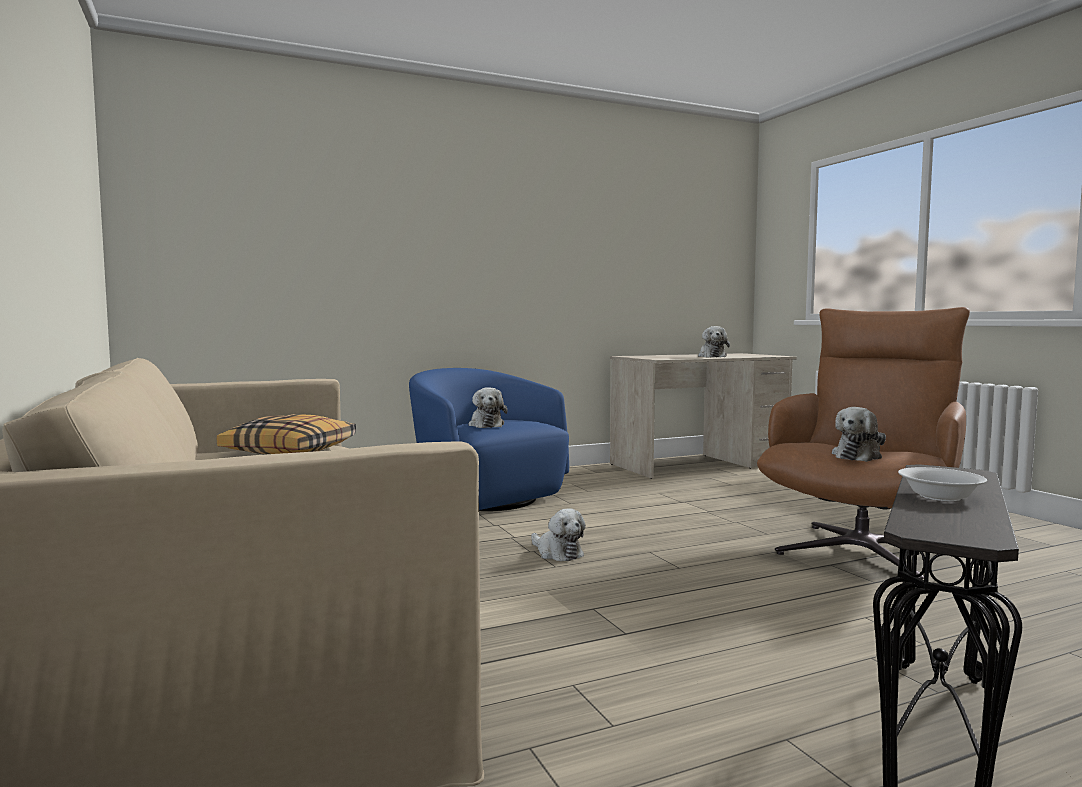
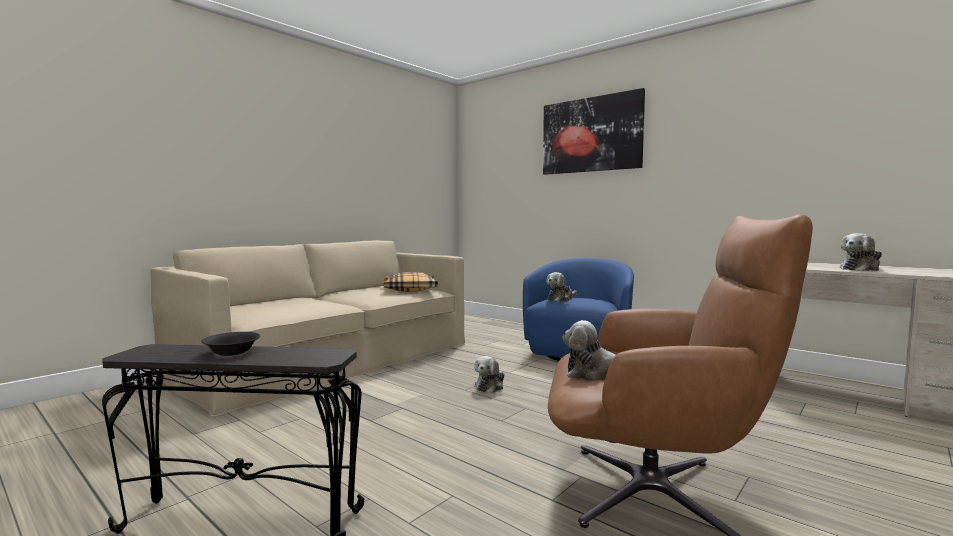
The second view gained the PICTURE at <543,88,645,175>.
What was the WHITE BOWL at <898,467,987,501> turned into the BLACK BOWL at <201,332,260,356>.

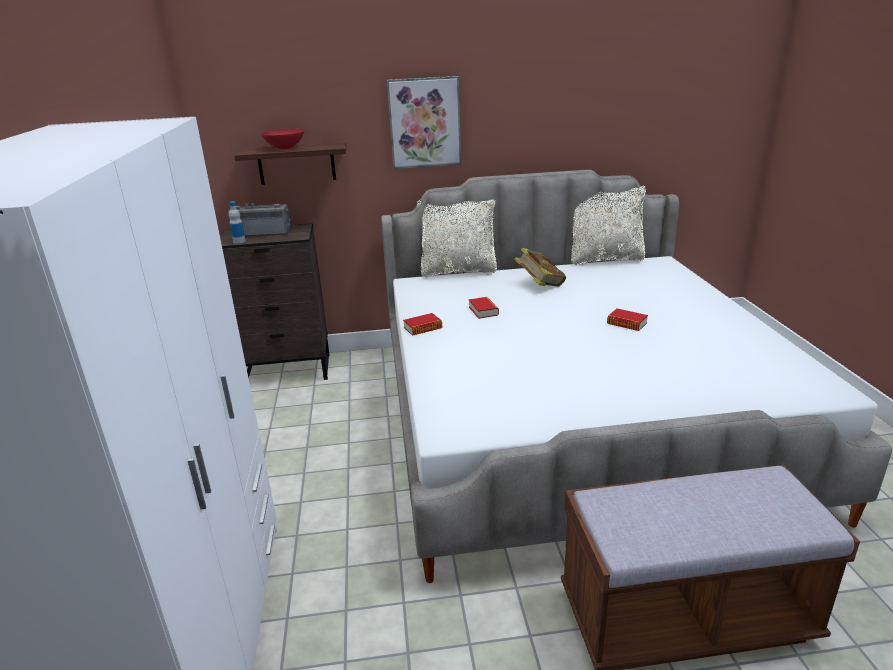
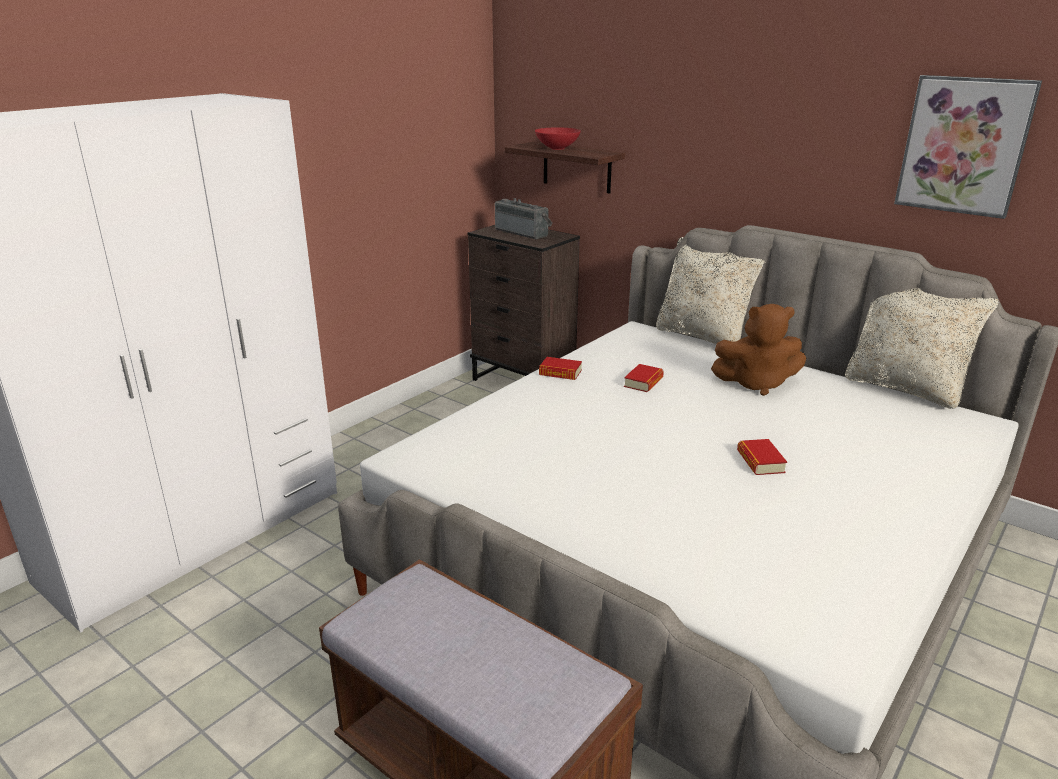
The second view lost the BOTTLE at <229,201,246,243>.
The PICTURE ended up elsewhere, having gone from <387,76,461,169> to <894,75,1042,219>.
Where the BOOK stood at <514,248,566,287>, the BROWN PLUSH TOY came to stand at <711,304,806,396>.

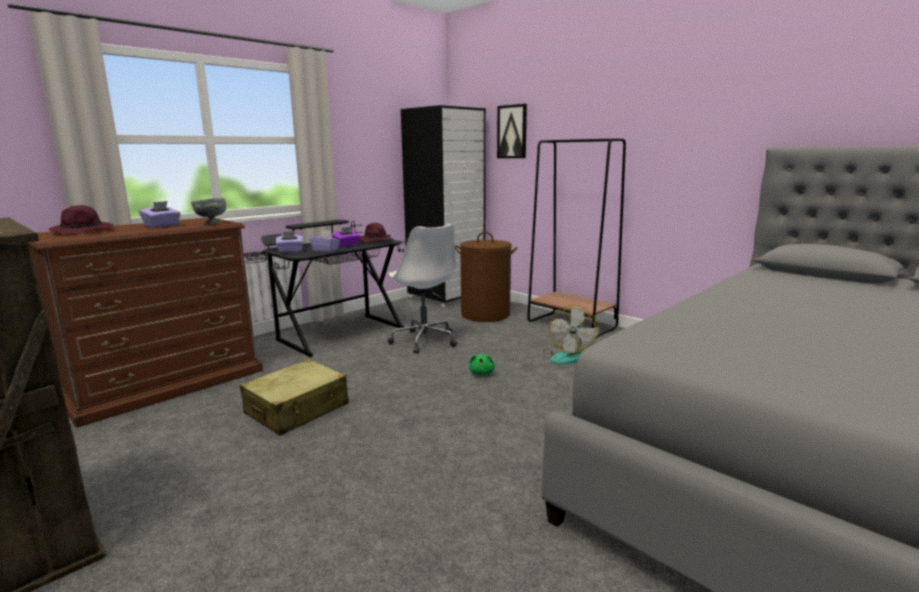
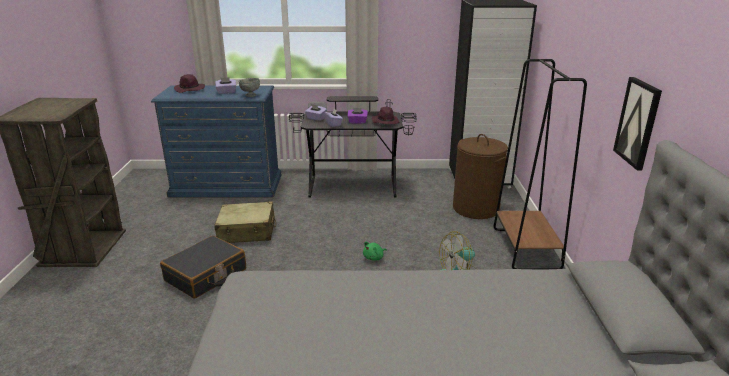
The second view lost the WHITE OFFICE CHAIR at <388,224,457,354>.
The second view gained the BLACK SUITCASE at <160,236,246,299>.
The PICTURE ended up elsewhere, having gone from <497,104,527,158> to <613,77,662,170>.
What was the BROWN DRESSER at <27,217,263,427> turned into the BLUE DRESSER at <151,85,281,198>.

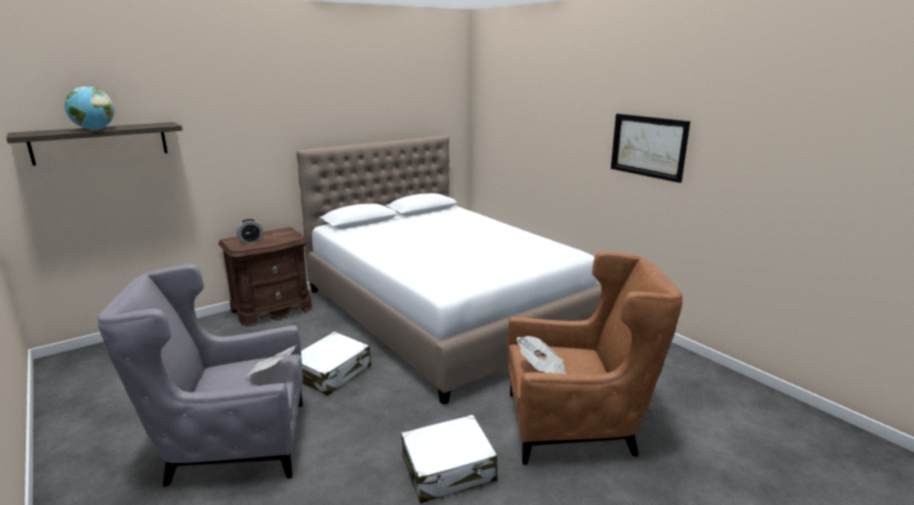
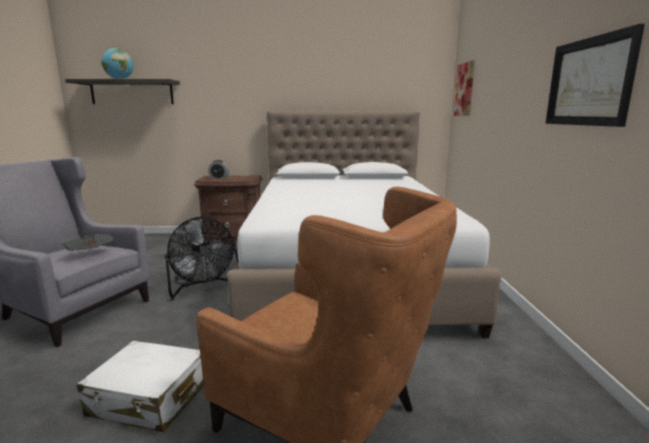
The second view lost the NEWSPAPER at <517,336,566,374>.
The second view gained the PICTURE at <453,61,475,116>.
Where the WHITE SUITCASE stood at <301,332,371,396>, the BLACK FAN came to stand at <165,217,239,300>.

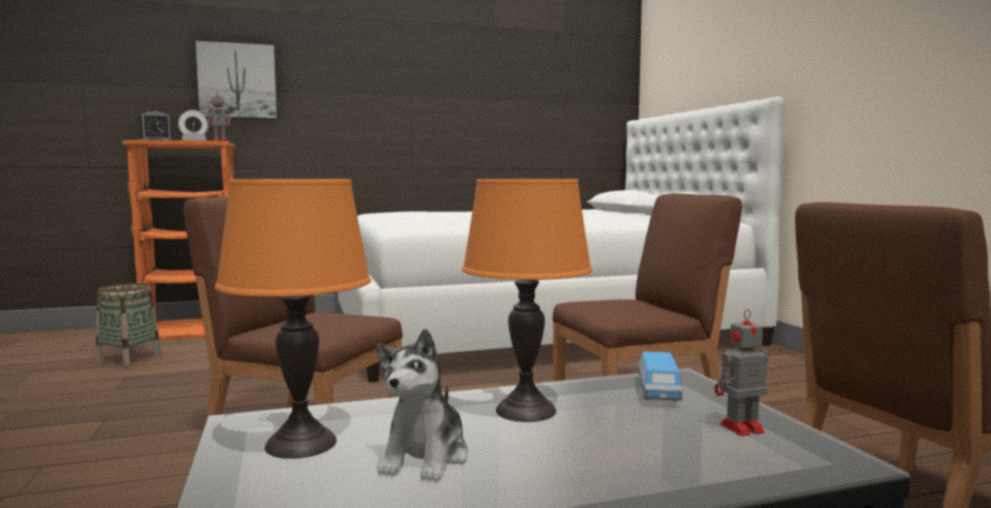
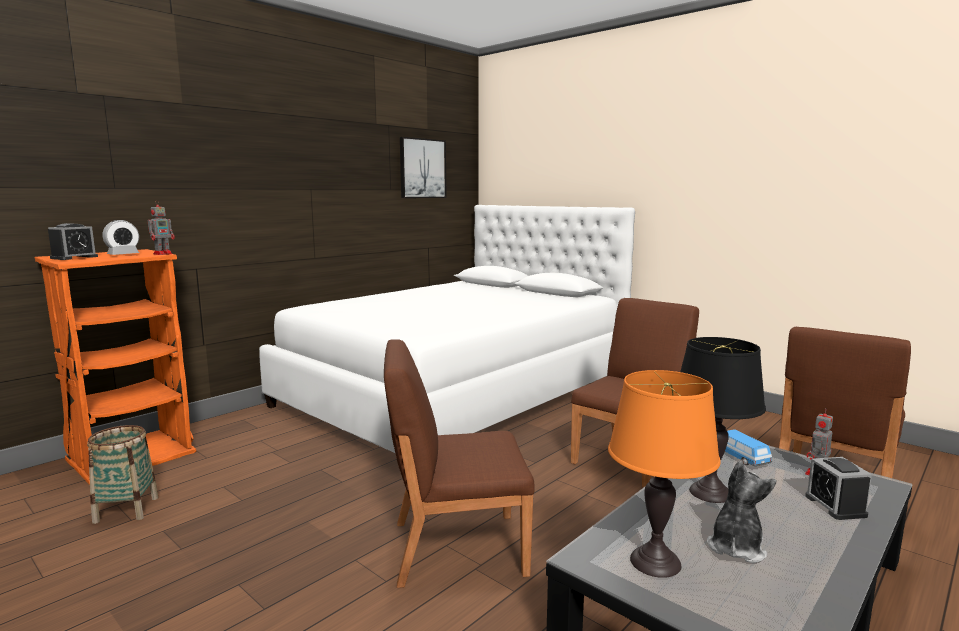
The second view gained the ALARM CLOCK at <805,457,872,520>.
The PICTURE ended up elsewhere, having gone from <193,38,279,120> to <400,137,447,198>.
What was the ORANGE TABLE LAMP at <462,179,592,422> turned into the BLACK TABLE LAMP at <680,337,766,503>.
The PLUSH TOY at <377,329,468,482> ended up facing another way, 135 degrees counterclockwise from before.

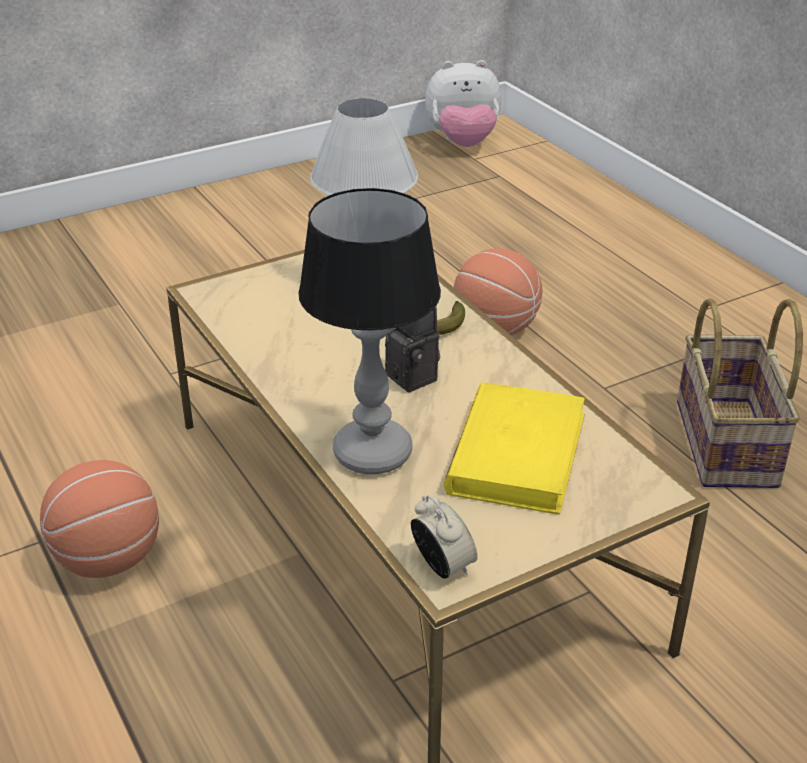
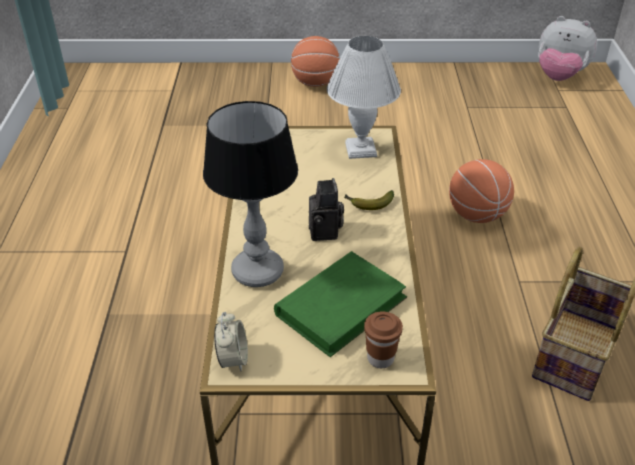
The second view gained the BROWN CUP at <364,311,403,368>.
The BASKETBALL ended up elsewhere, having gone from <40,460,159,578> to <291,36,340,87>.
What was the YELLOW BOOK at <444,382,585,515> turned into the GREEN BOOK at <274,251,407,357>.

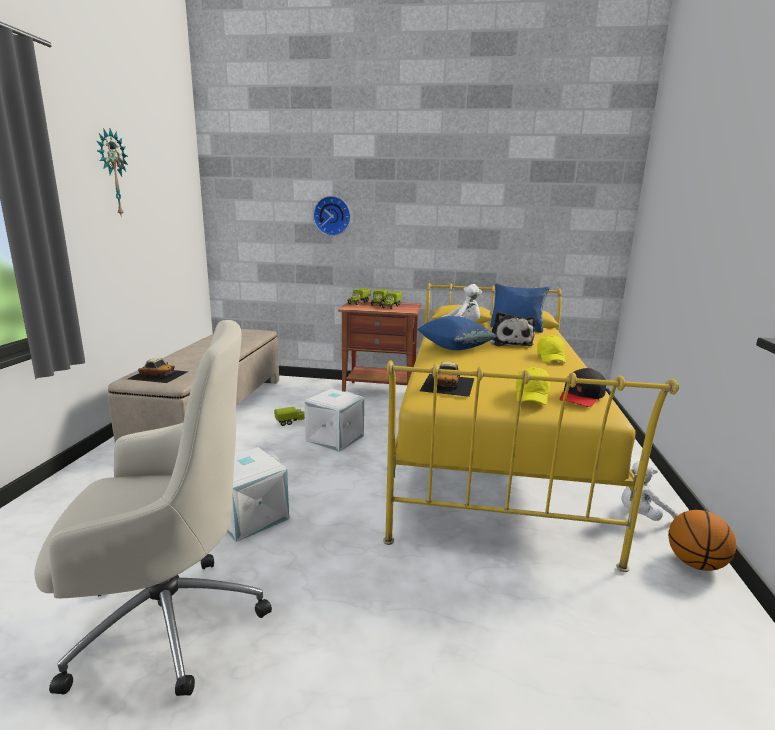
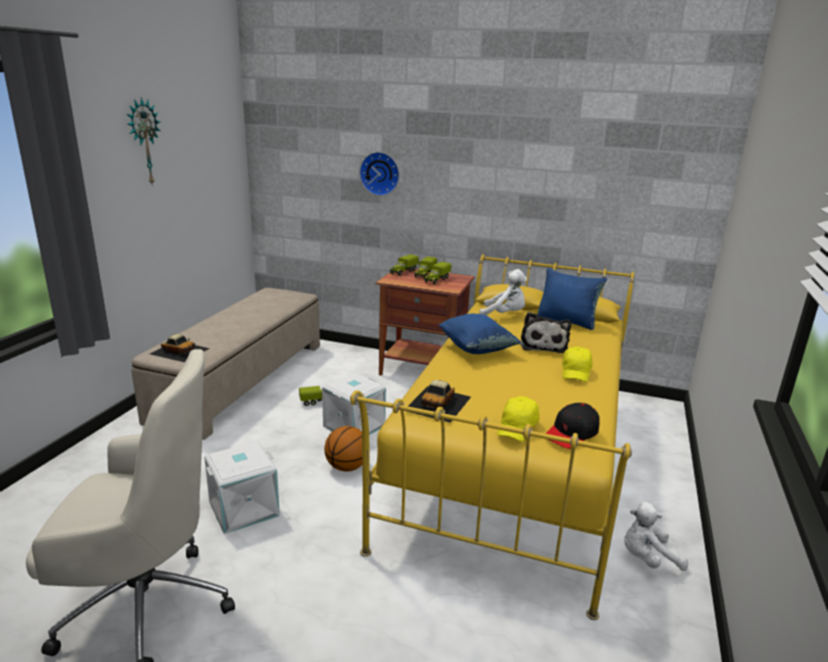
The BASKETBALL ended up elsewhere, having gone from <668,510,736,571> to <324,426,362,471>.

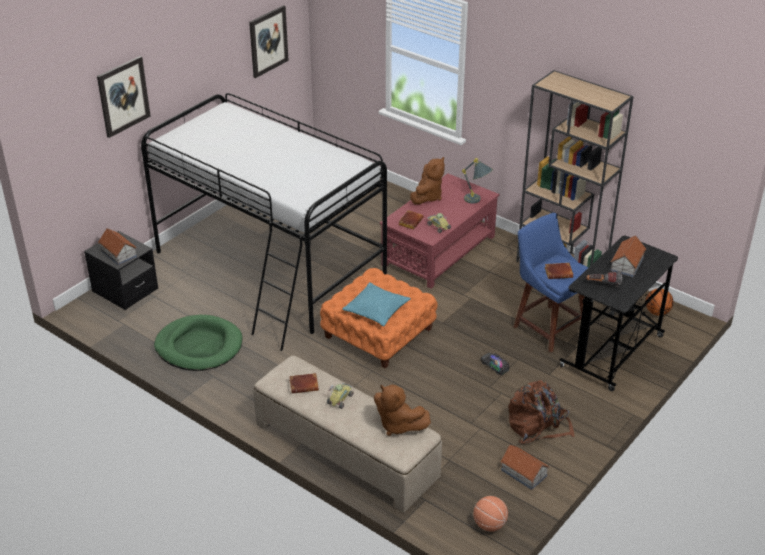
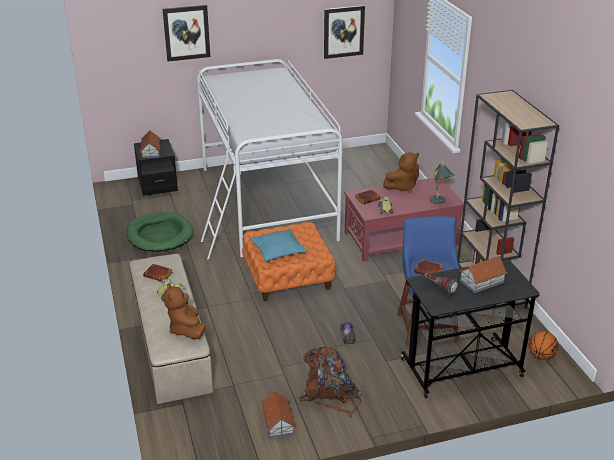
The second view lost the BASKETBALL at <473,496,508,532>.
What was the BLACK BED at <141,93,387,351> turned into the WHITE BED at <197,59,343,260>.

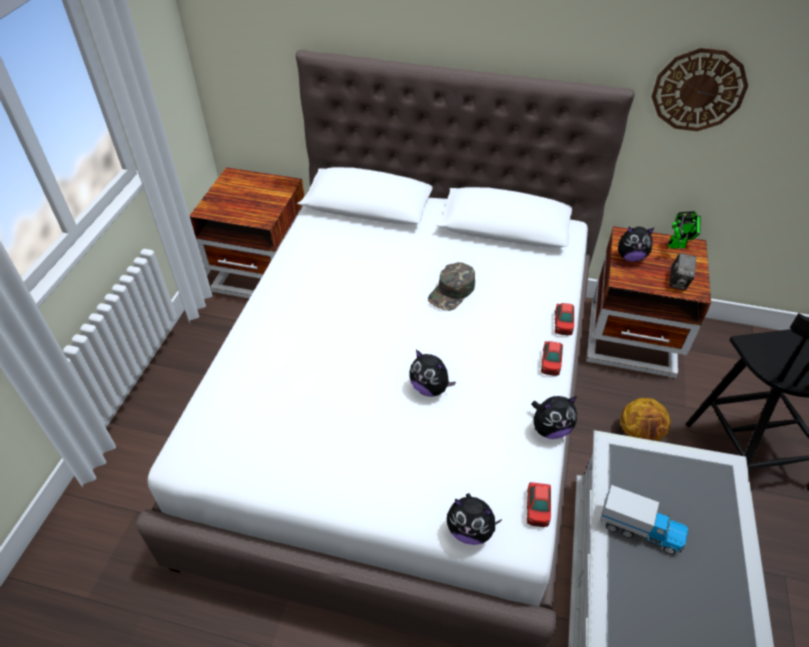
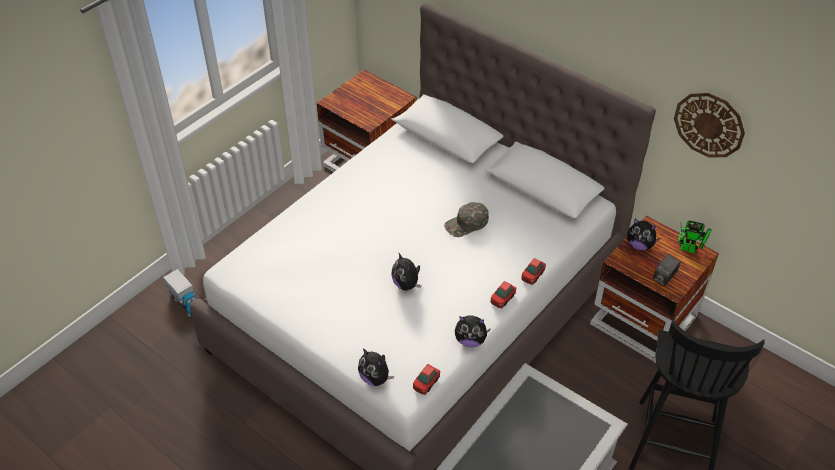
The second view lost the BASKETBALL at <620,398,671,441>.
The TOY TRUCK ended up elsewhere, having gone from <600,485,688,554> to <163,269,198,318>.

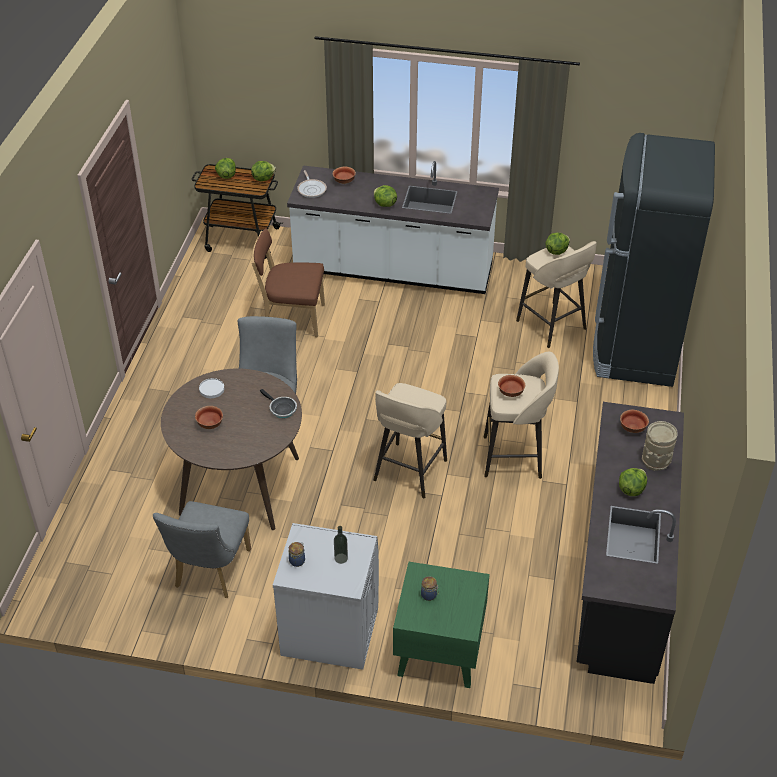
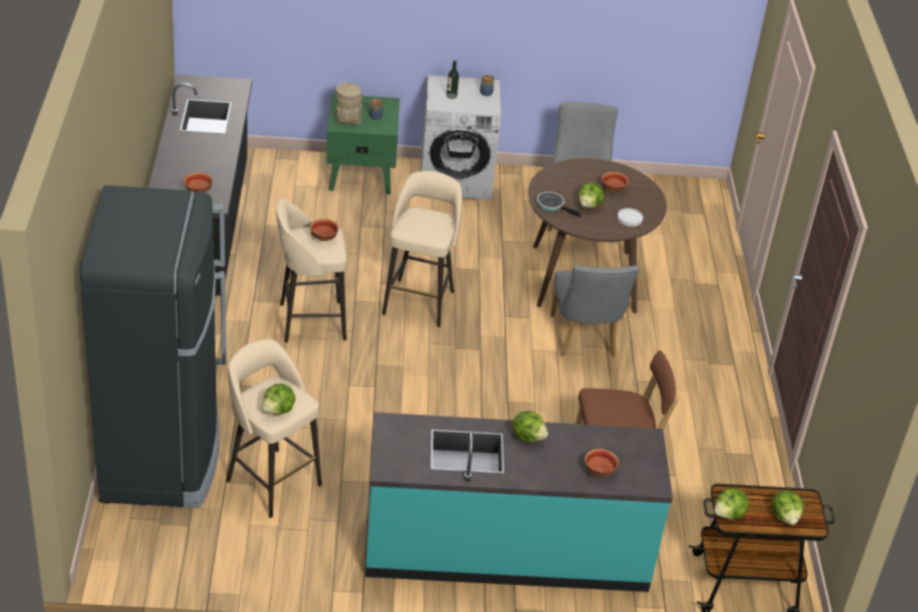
The second view lost the FRYING PAN at <297,170,327,198>.
The LETTUCE ended up elsewhere, having gone from <619,468,647,496> to <578,183,604,208>.
The BEIGE VASE ended up elsewhere, having gone from <642,421,678,471> to <335,82,362,125>.
What was the WHITE COUNTER at <287,161,499,294> turned into the TURQUOISE COUNTER at <366,412,673,592>.

